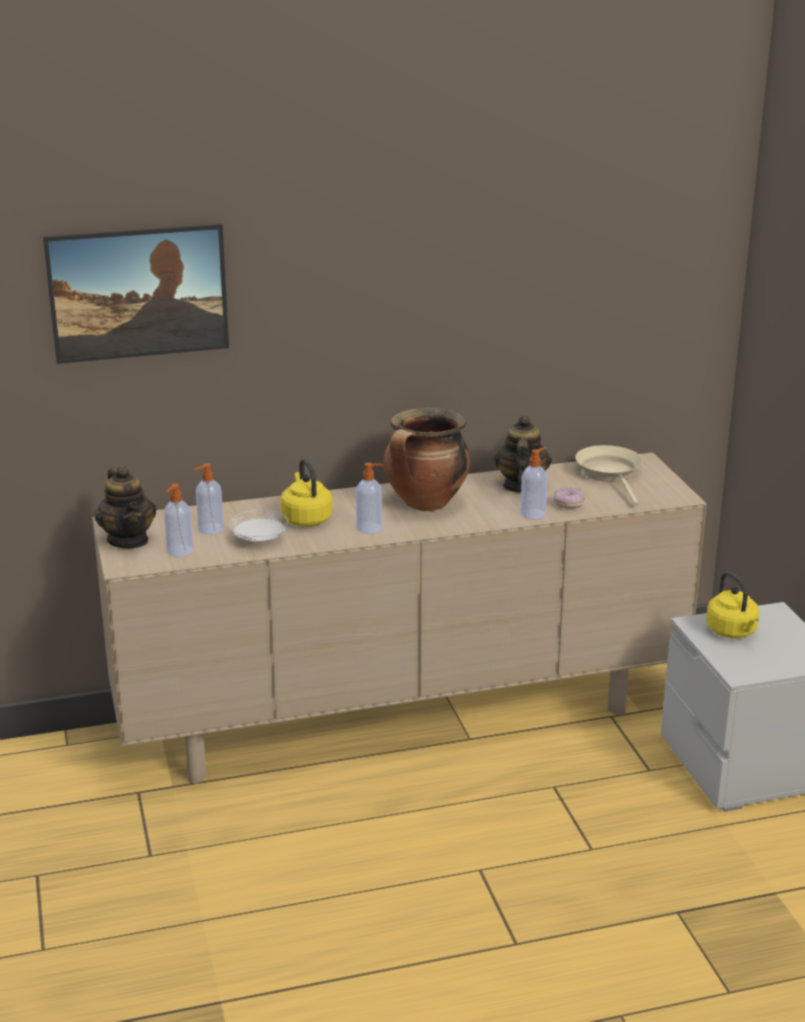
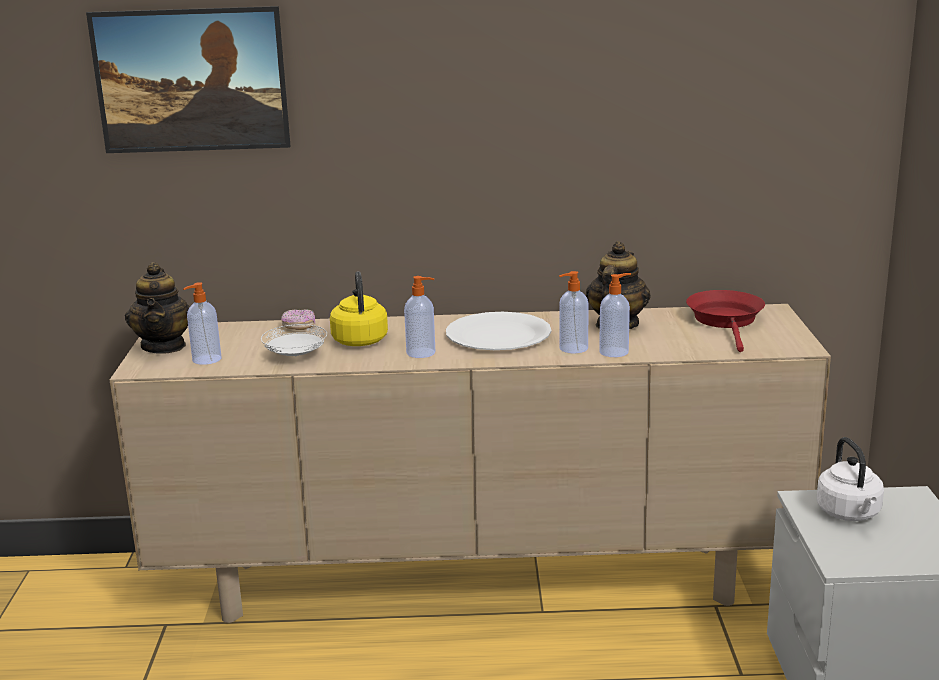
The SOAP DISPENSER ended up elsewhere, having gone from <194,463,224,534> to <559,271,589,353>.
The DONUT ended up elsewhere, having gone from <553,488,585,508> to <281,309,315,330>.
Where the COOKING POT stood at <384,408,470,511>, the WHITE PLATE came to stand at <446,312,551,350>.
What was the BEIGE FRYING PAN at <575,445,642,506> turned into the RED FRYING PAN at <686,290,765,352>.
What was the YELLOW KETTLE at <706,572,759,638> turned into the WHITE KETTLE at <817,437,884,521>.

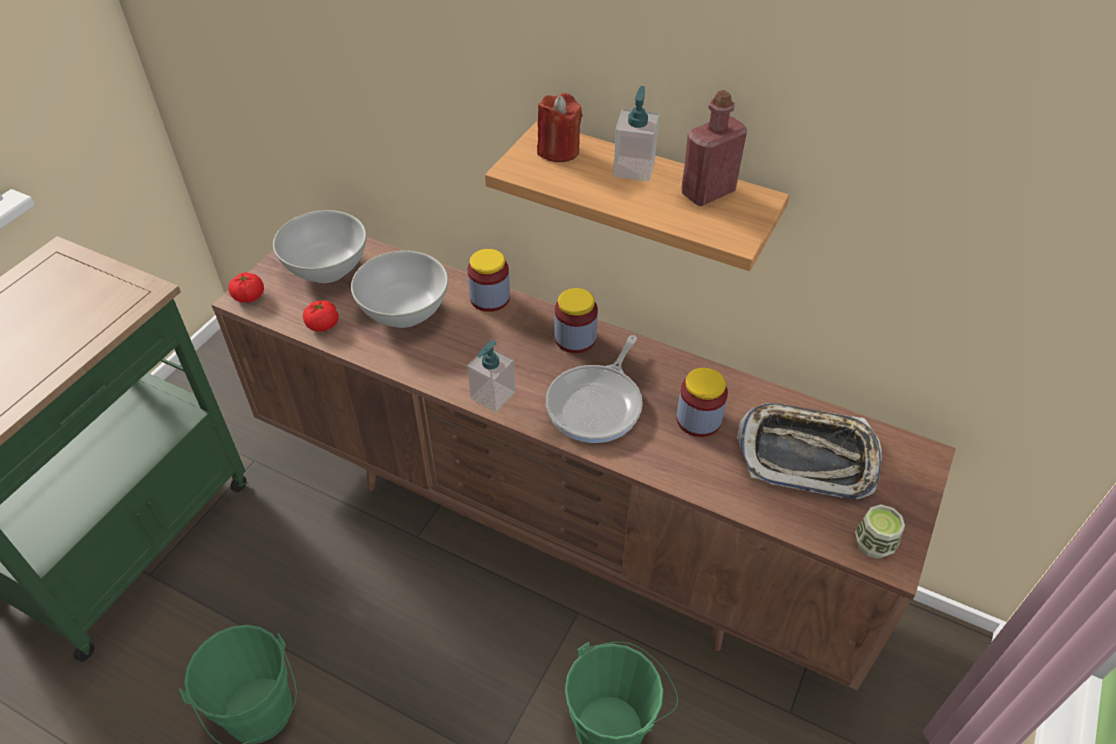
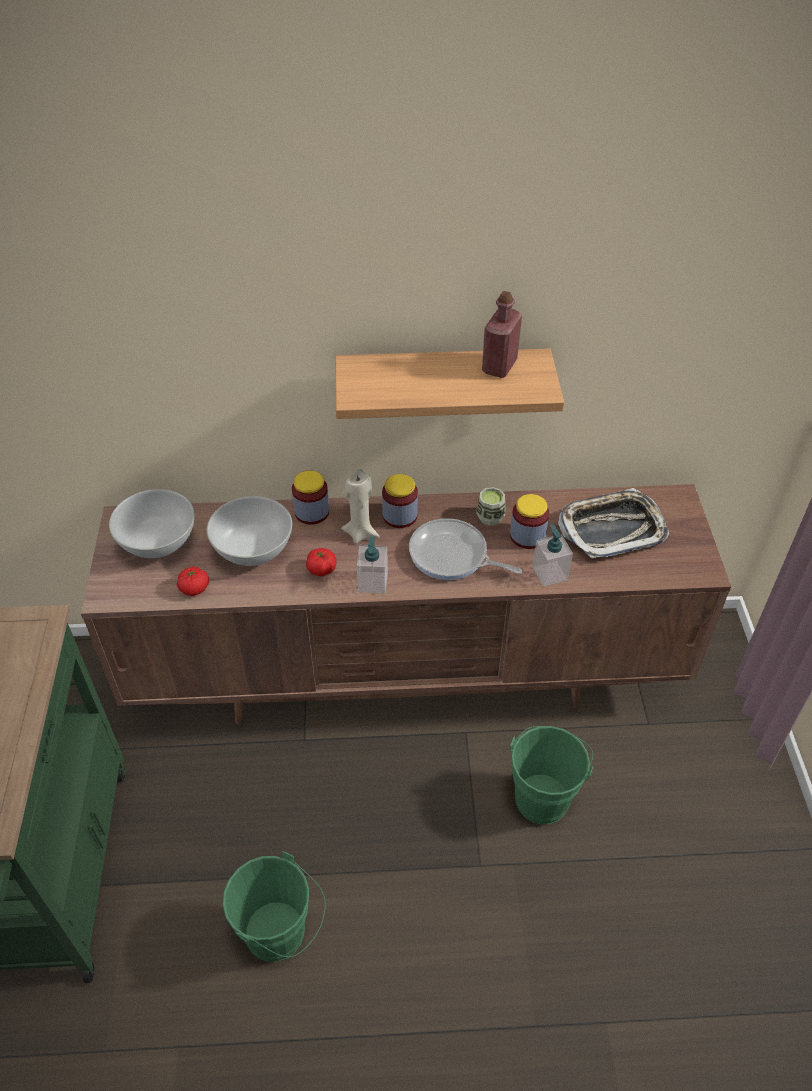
The second view lost the RED CANDLE at <537,93,583,162>.
The second view gained the BEIGE CANDLE at <341,469,380,544>.
The TOMATO ended up elsewhere, having gone from <228,272,264,303> to <306,548,336,576>.
The SOAP DISPENSER ended up elsewhere, having gone from <613,86,659,182> to <533,523,573,587>.
The CUP ended up elsewhere, having gone from <855,505,905,559> to <476,487,505,526>.
The FRYING PAN at <546,335,643,443> ended up facing another way, 120 degrees clockwise from before.

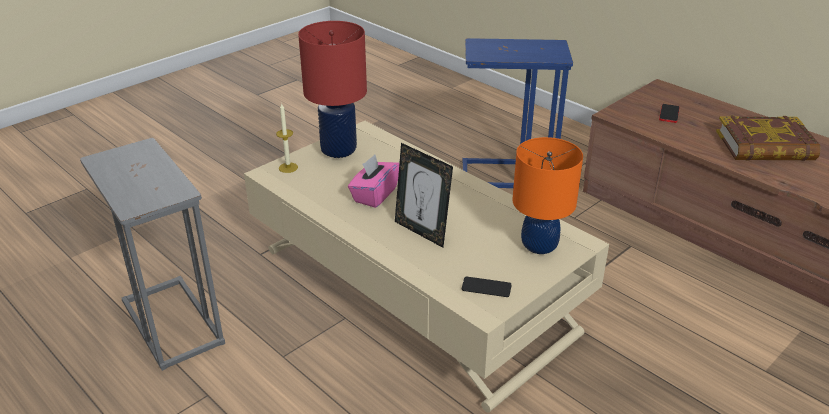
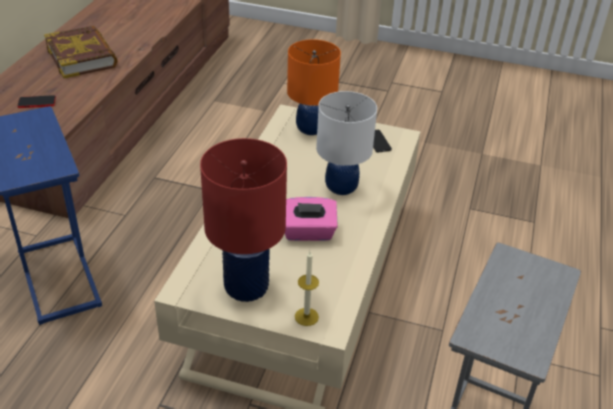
Where the PICTURE FRAME stood at <395,143,453,248>, the WHITE TABLE LAMP came to stand at <316,91,377,195>.

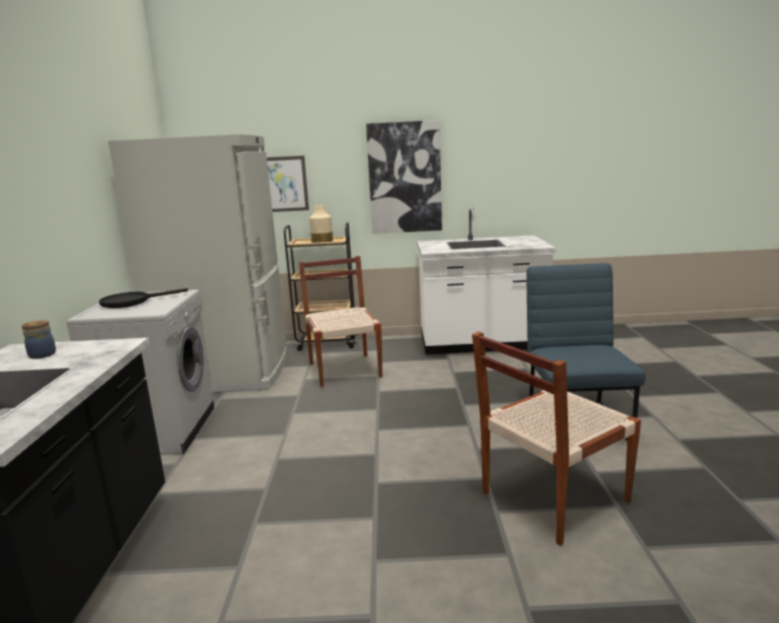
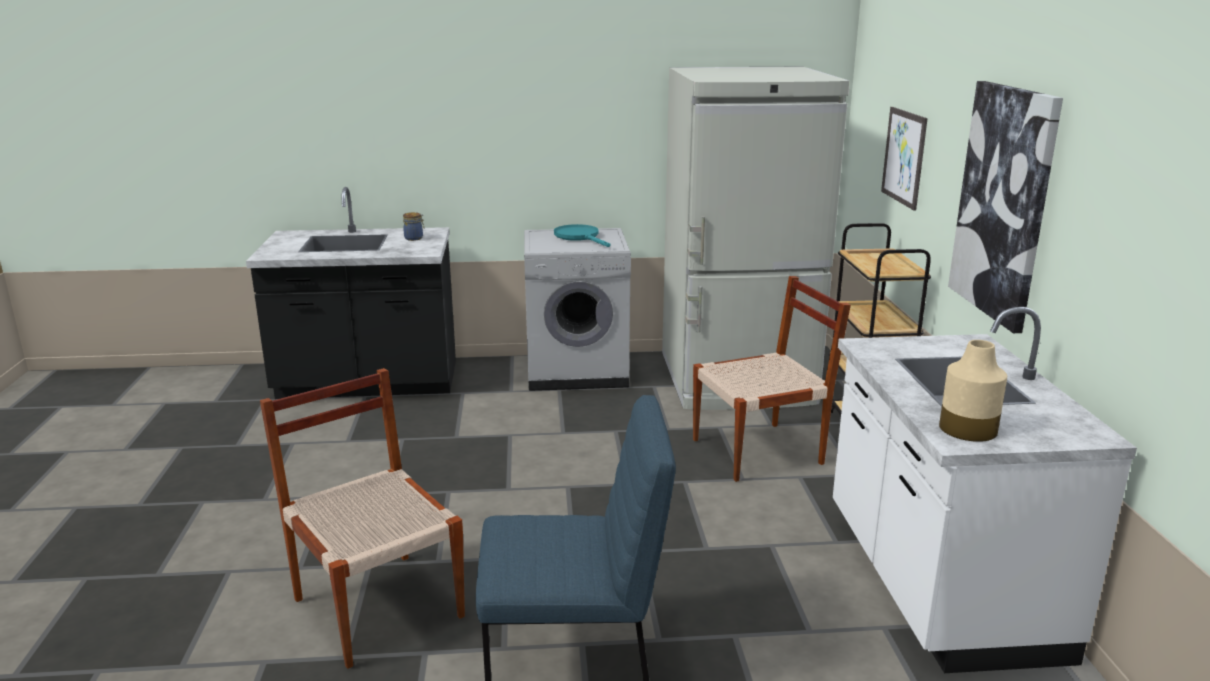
The BEIGE VASE ended up elsewhere, having gone from <309,205,333,243> to <939,340,1007,442>.
What was the BLACK FRYING PAN at <99,288,188,308> turned into the TURQUOISE FRYING PAN at <554,224,611,247>.

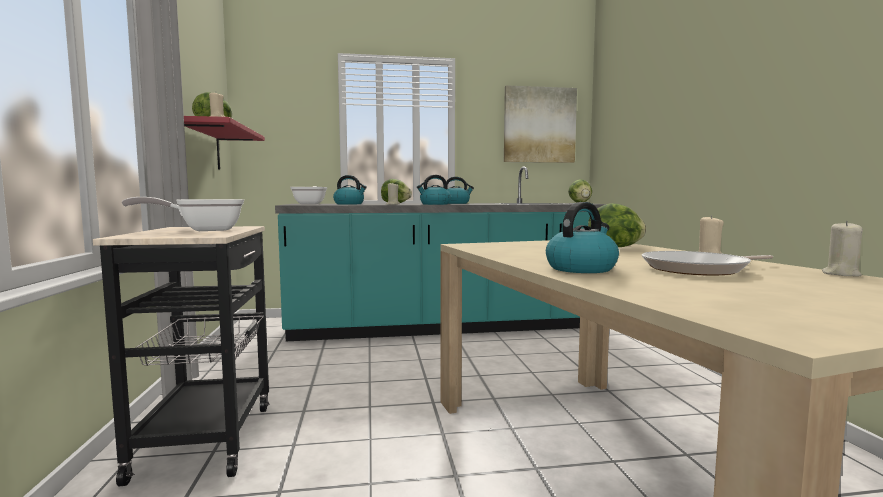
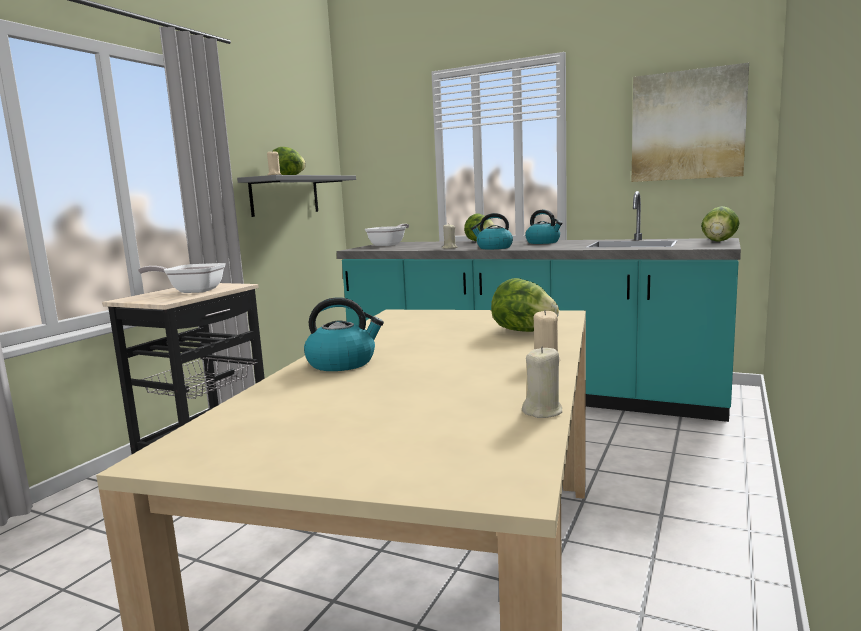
The second view lost the KETTLE at <333,175,367,204>.
The second view lost the FRYING PAN at <642,251,773,276>.
What was the RED SHELF at <184,116,265,169> turned into the GREY SHELF at <237,175,356,217>.

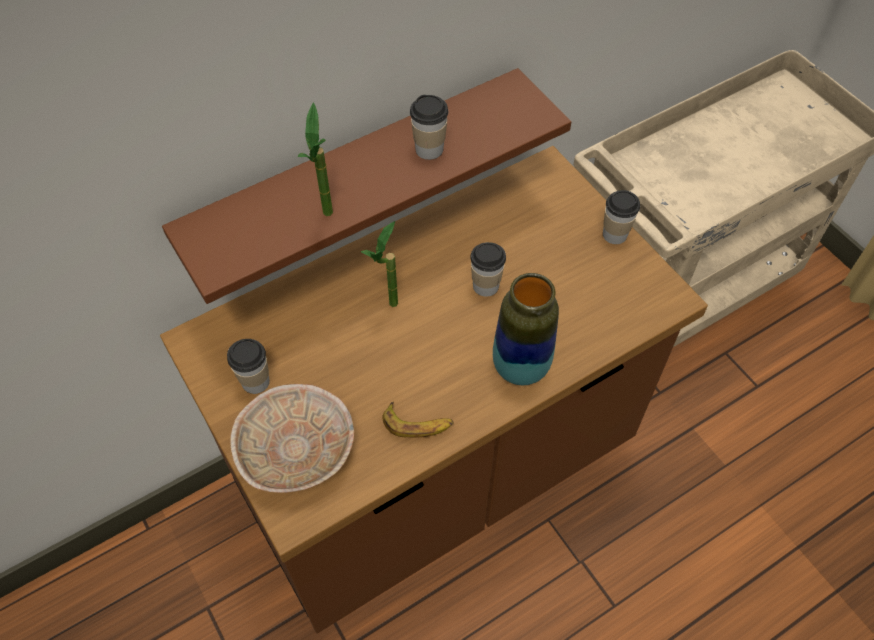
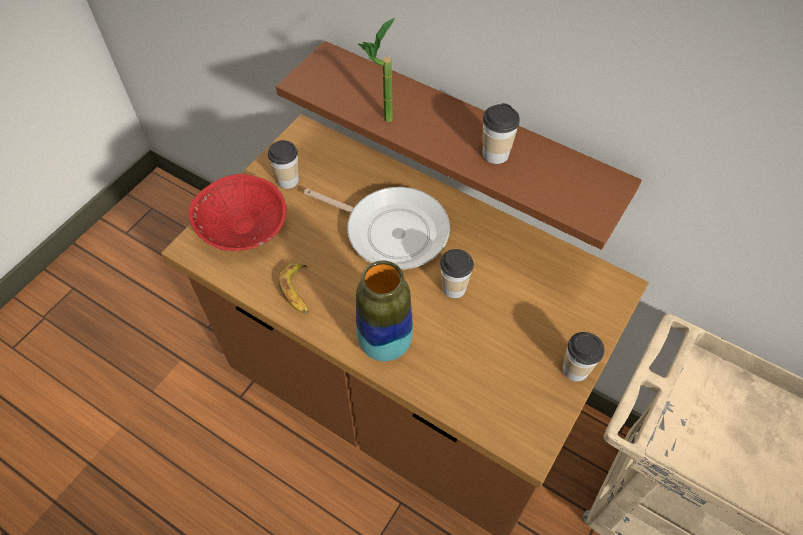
Where the POTTED PLANT stood at <360,221,398,307>, the FRYING PAN came to stand at <304,187,450,270>.
What was the BEIGE BOWL at <230,384,354,493> turned into the RED BOWL at <189,174,287,251>.

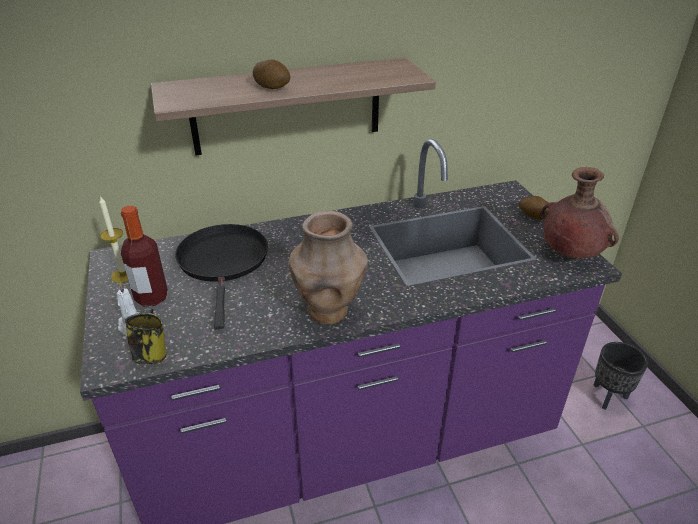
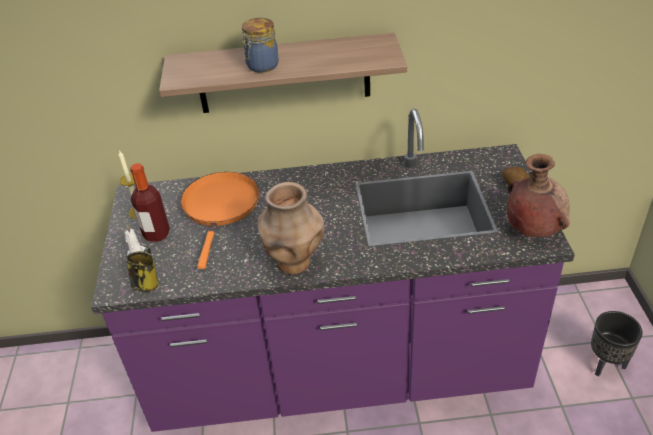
Where the POTATO stood at <253,59,290,89>, the JAR came to stand at <242,18,279,73>.
What was the BLACK FRYING PAN at <175,224,268,329> turned into the ORANGE FRYING PAN at <181,172,259,269>.

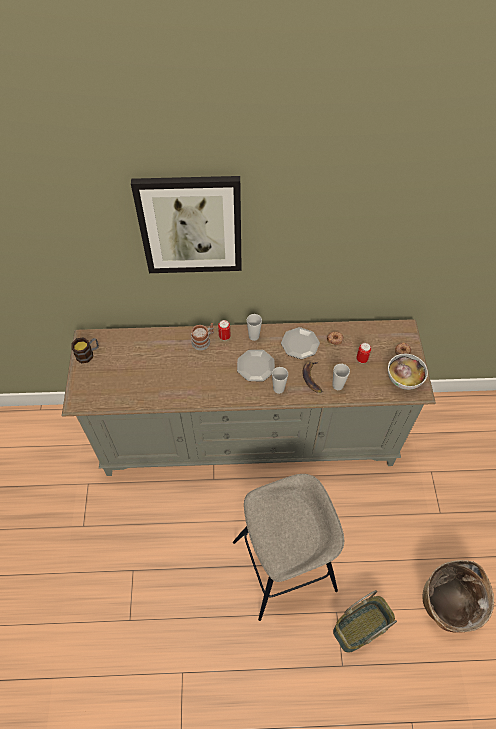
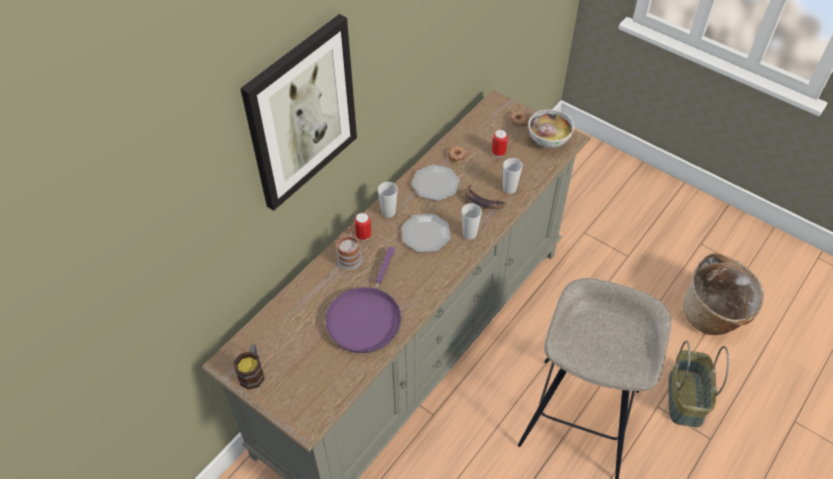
The second view gained the PURPLE FRYING PAN at <325,247,401,353>.

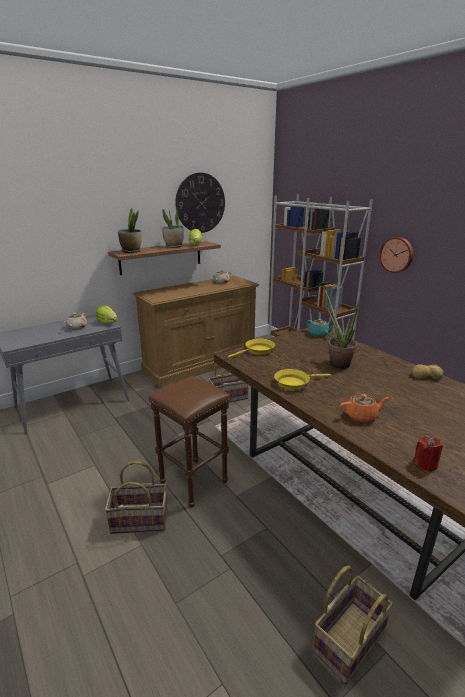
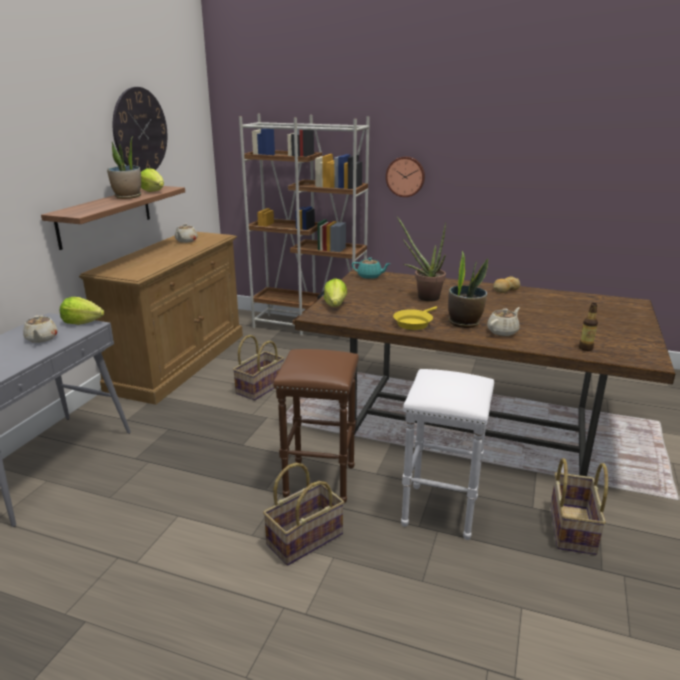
The second view gained the WHITE STOOL at <401,369,494,540>.
The POTTED PLANT ended up elsewhere, having gone from <118,206,142,253> to <448,251,488,328>.
Where the YELLOW FRYING PAN stood at <228,339,275,358>, the LETTUCE came to stand at <324,278,347,307>.
Where the RED CANDLE stood at <413,436,443,472>, the BOTTLE came to stand at <579,303,598,351>.
What was the ORANGE TEAPOT at <340,394,389,422> turned into the BEIGE TEAPOT at <487,307,520,336>.

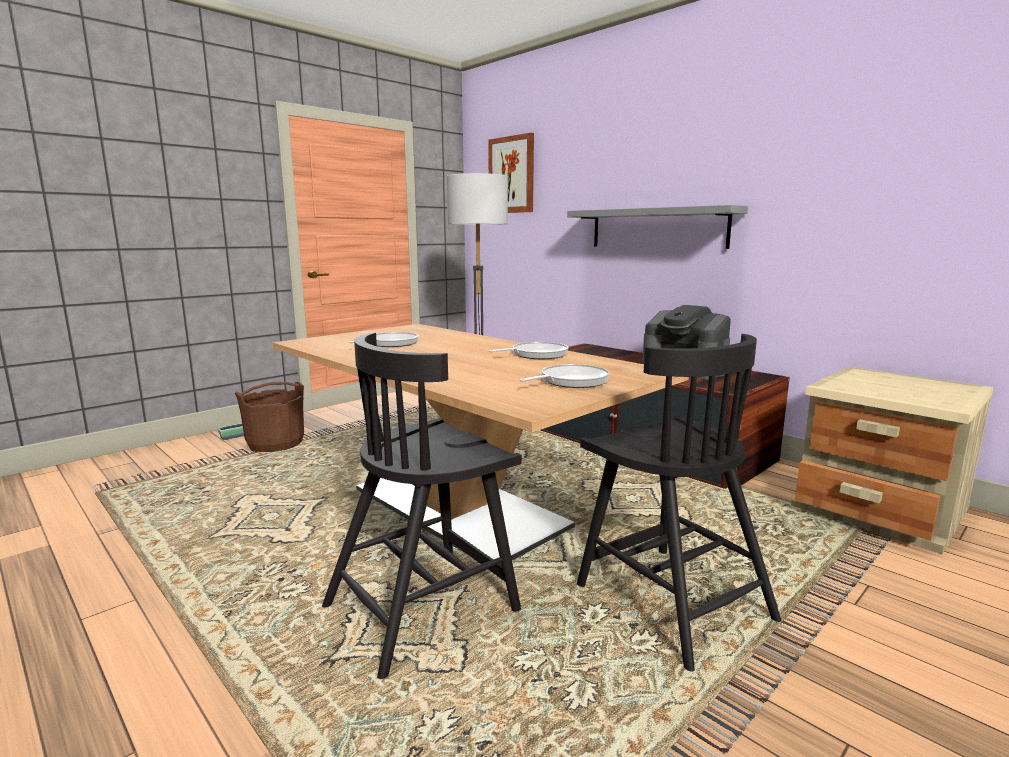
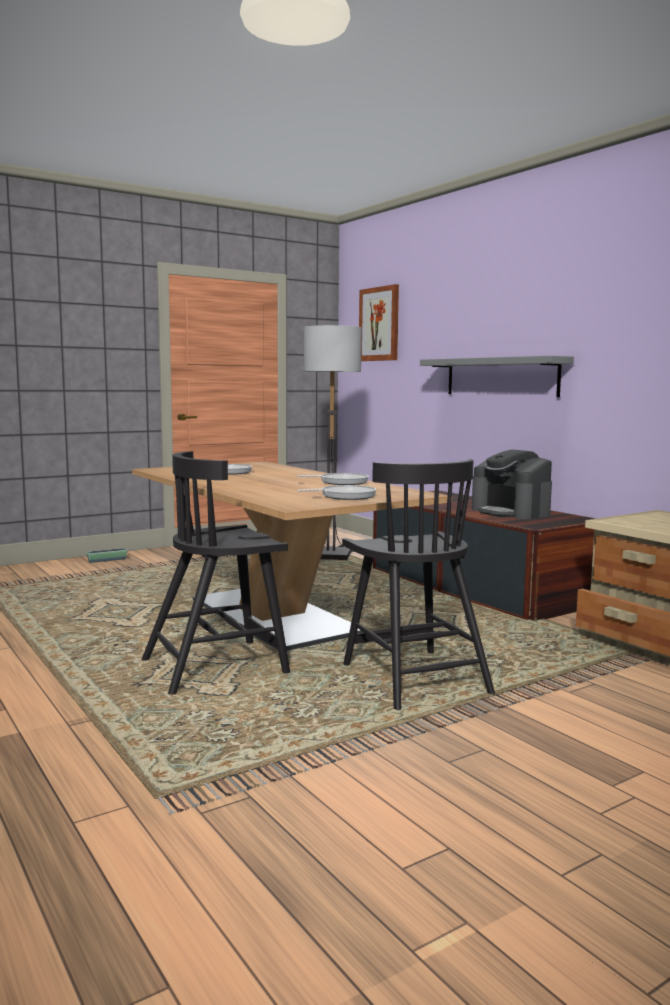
The second view lost the BROWN BUCKET at <235,382,304,452>.

